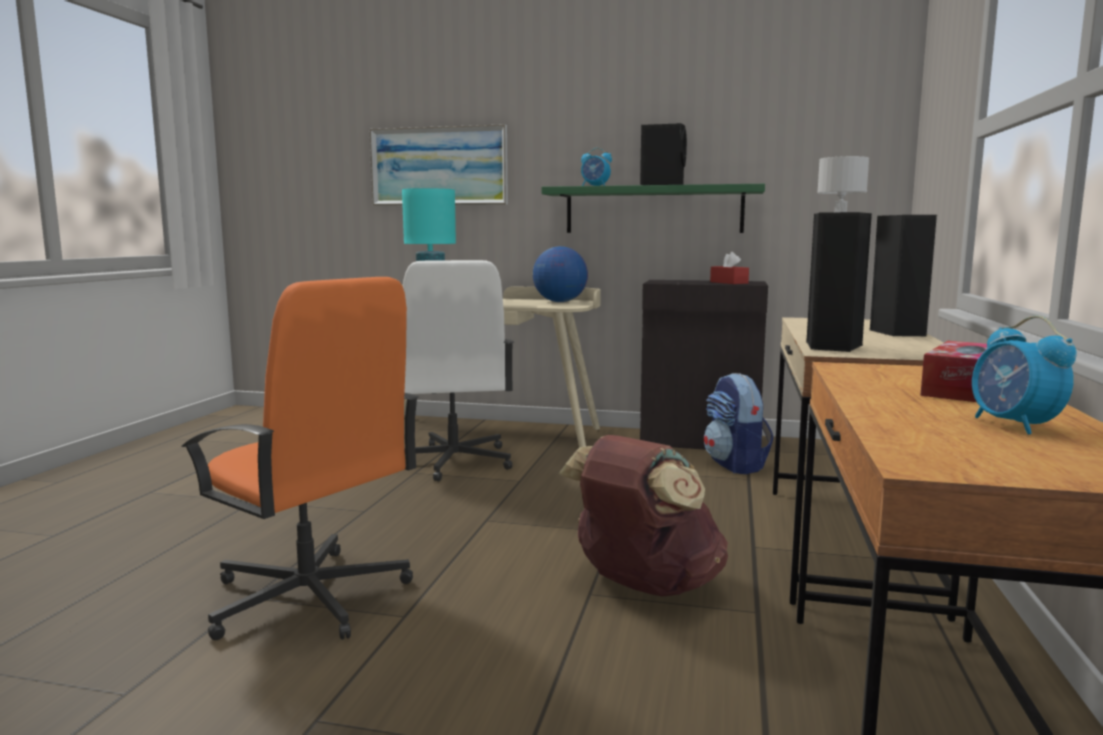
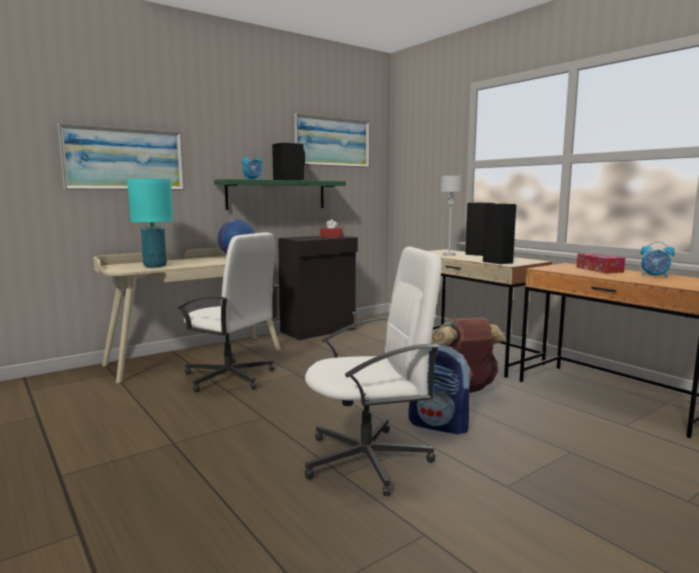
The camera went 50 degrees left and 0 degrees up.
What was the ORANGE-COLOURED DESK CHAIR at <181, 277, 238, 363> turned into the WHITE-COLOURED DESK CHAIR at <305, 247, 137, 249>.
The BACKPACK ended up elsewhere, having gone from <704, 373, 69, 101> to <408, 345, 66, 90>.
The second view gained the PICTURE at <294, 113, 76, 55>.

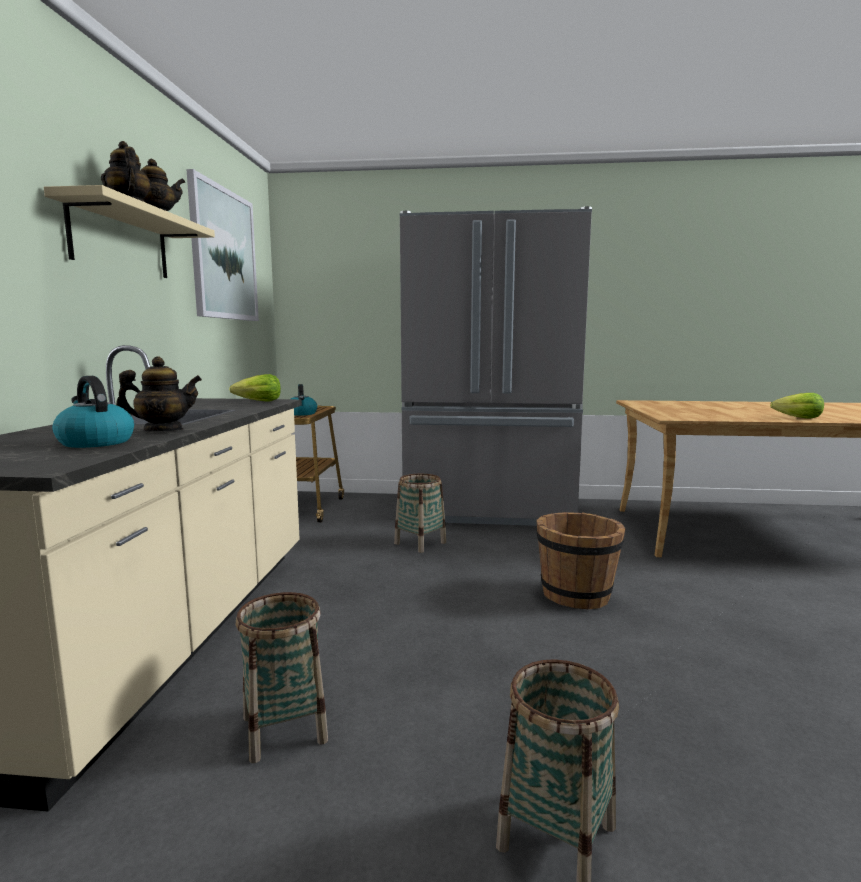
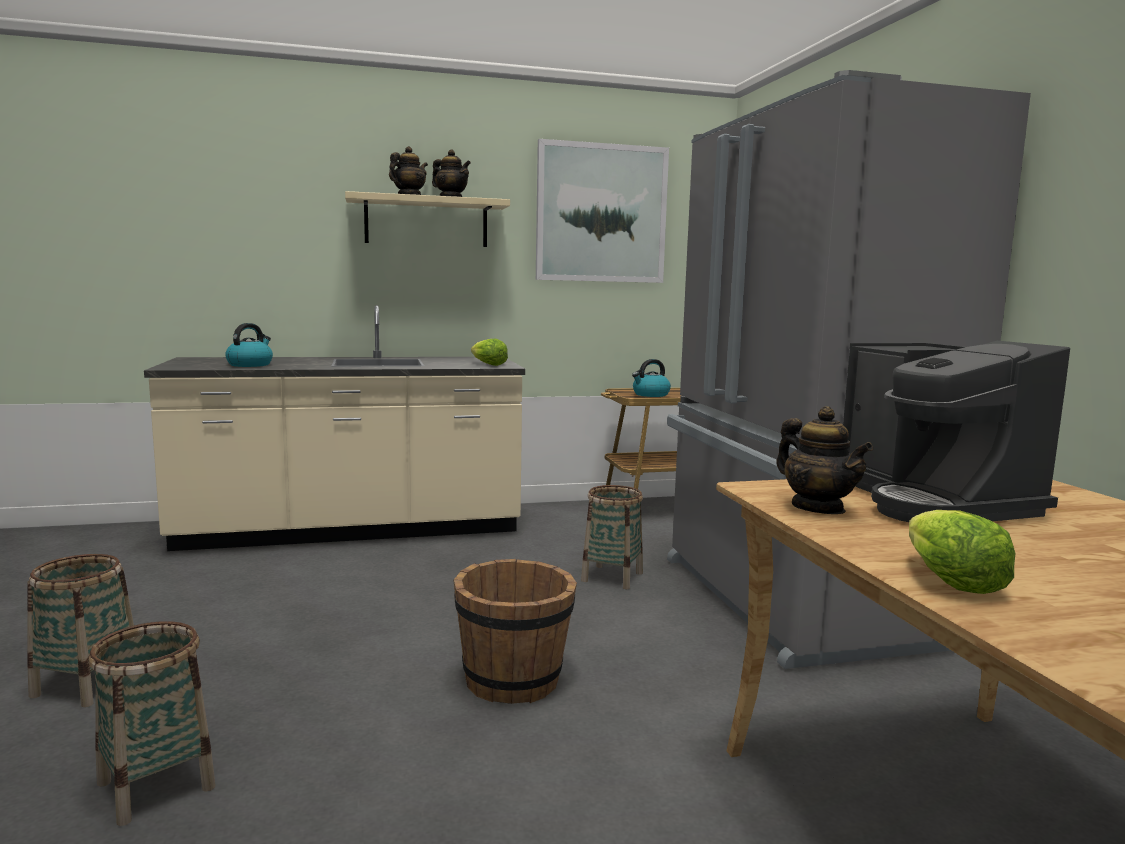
The camera went 70 degrees right and 0 degrees up.
The POT FOR TEA ended up elsewhere, having gone from <116, 357, 86, 74> to <776, 406, 97, 108>.
The STORAGE BASKET ended up elsewhere, having gone from <236, 592, 92, 171> to <88, 621, 127, 205>.
The second view gained the COFFEE BREWER at <843, 341, 227, 181>.

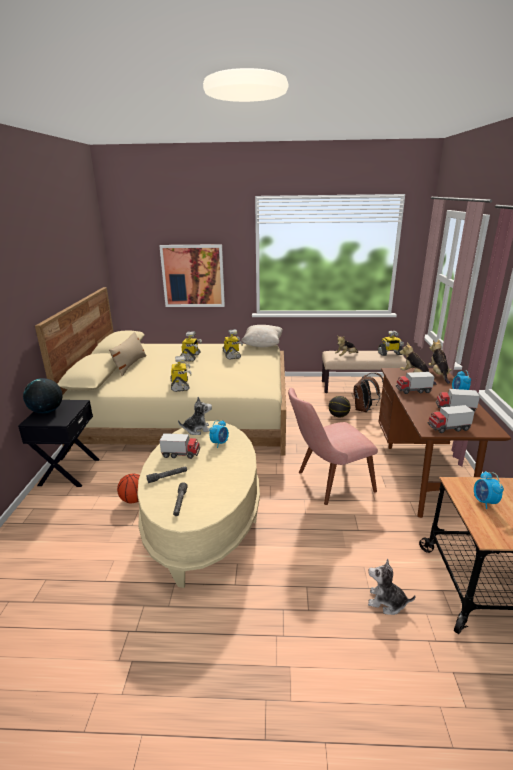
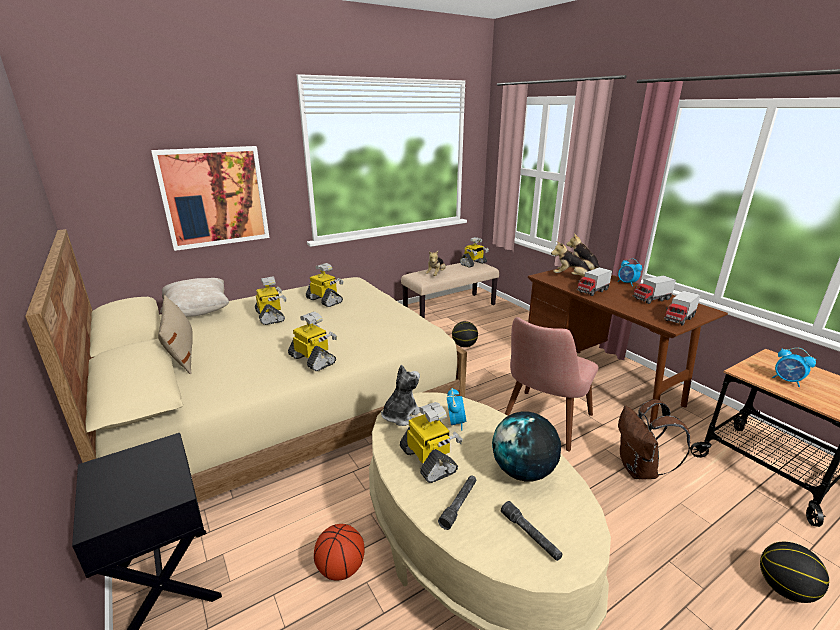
The camera went 35 degrees left and 0 degrees up.
The DESK GLOBE ended up elsewhere, having gone from <23, 378, 40, 36> to <492, 411, 69, 71>.
Where the MODEL TRUCK stood at <160, 433, 40, 26>, the TOY ROBOT came to stand at <400, 402, 63, 81>.
The SAND-COLOURED THROW PILLOW ended up elsewhere, having gone from <241, 325, 42, 23> to <160, 278, 69, 39>.
The BROWNISH BACKPACK ended up elsewhere, having gone from <354, 372, 29, 40> to <618, 399, 72, 80>.
The second view lost the PLUSH TOY at <368, 559, 48, 56>.
The second view gained the BALL FOR BASKETBALL at <760, 542, 69, 61>.

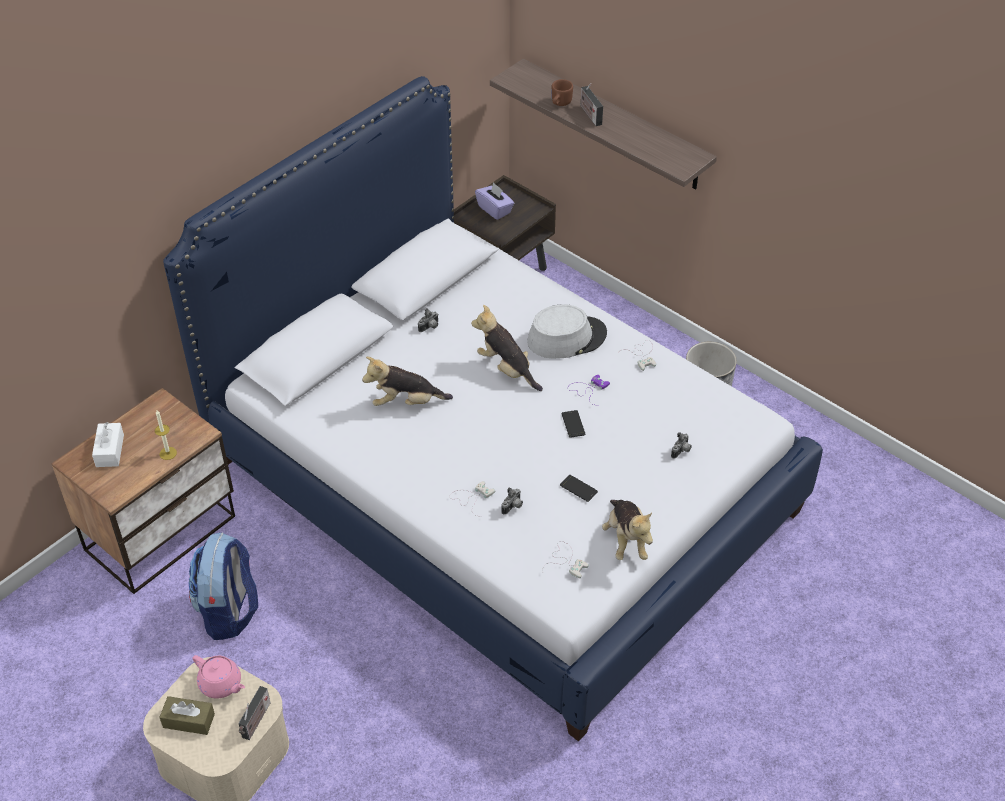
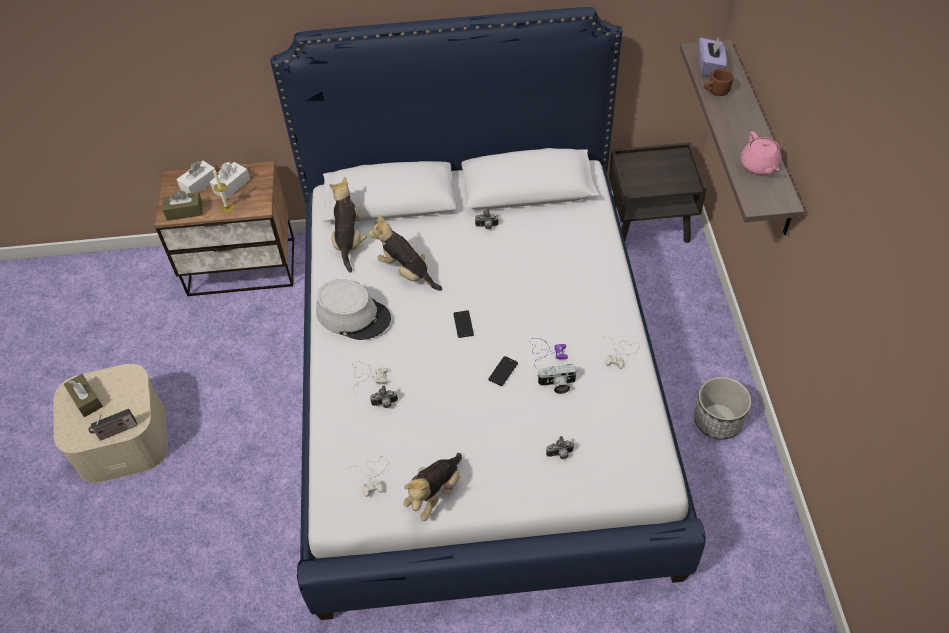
The camera went 45 degrees right and 5 degrees up.
The second view lost the BACKPACK at <189, 532, 69, 108>.
The PINKISH POT FOR TEA ended up elsewhere, having gone from <193, 655, 52, 44> to <741, 131, 41, 44>.
The PLUSH TOY ended up elsewhere, having gone from <471, 305, 72, 86> to <330, 177, 37, 96>.
The PURPLE BOX OF TISSUES ended up elsewhere, having gone from <475, 182, 39, 38> to <698, 37, 29, 39>.
The GRAY HAT ended up elsewhere, having gone from <527, 304, 80, 55> to <316, 279, 75, 61>.
The HANDSET ended up elsewhere, having gone from <560, 475, 38, 27> to <453, 310, 21, 28>.
The second view lost the RADIO SET at <581, 83, 22, 43>.
The second view gained the BROWNISH BOX OF TISSUES at <163, 191, 40, 30>.
The second view gained the WHITE-COLOURED BOX OF TISSUES at <210, 162, 40, 38>.
The second view gained the STILL CAMERA at <537, 364, 40, 30>.

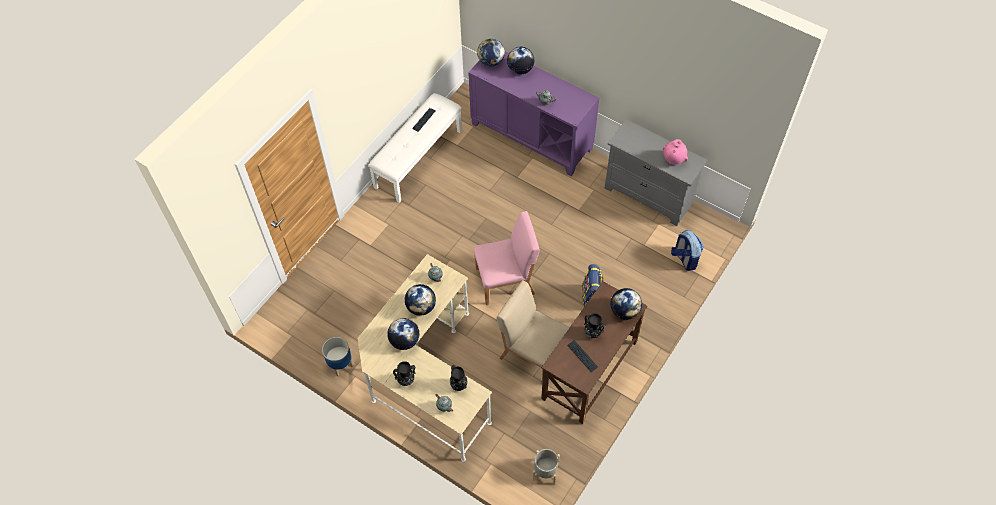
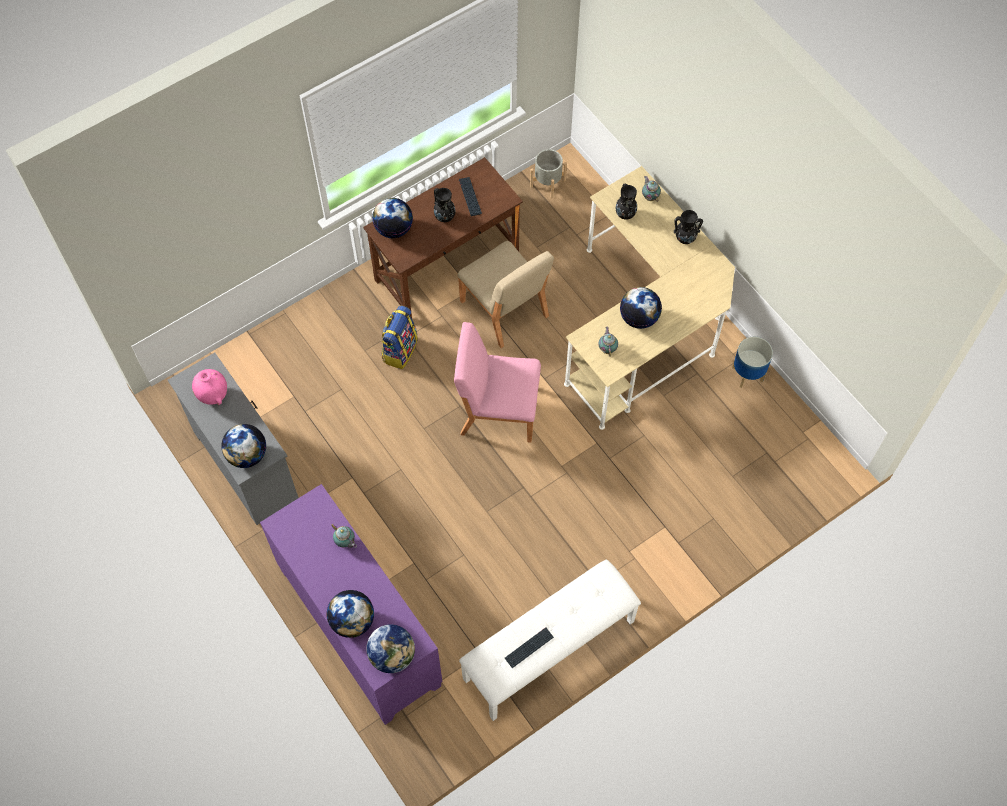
The camera went 160 degrees left and 5 degrees up.
The DESK GLOBE ended up elsewhere, having gone from <387, 318, 32, 32> to <221, 424, 45, 44>.
The second view lost the BACKPACK at <671, 230, 33, 41>.

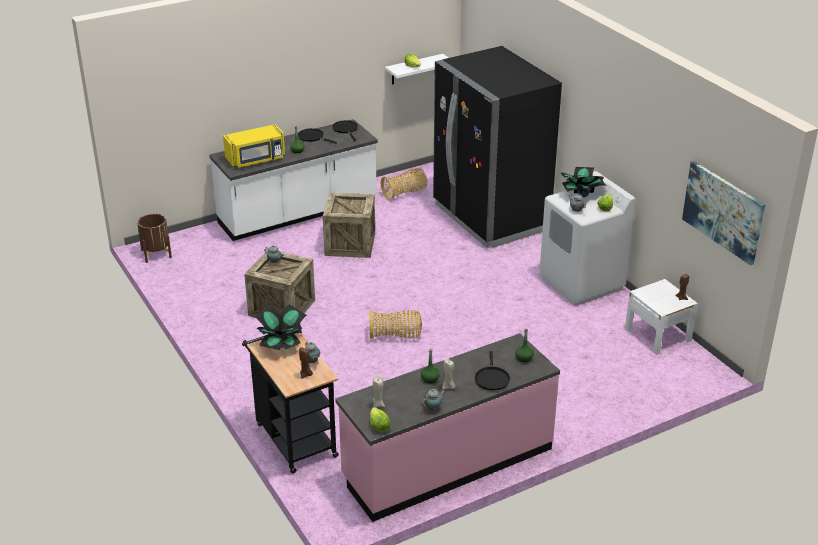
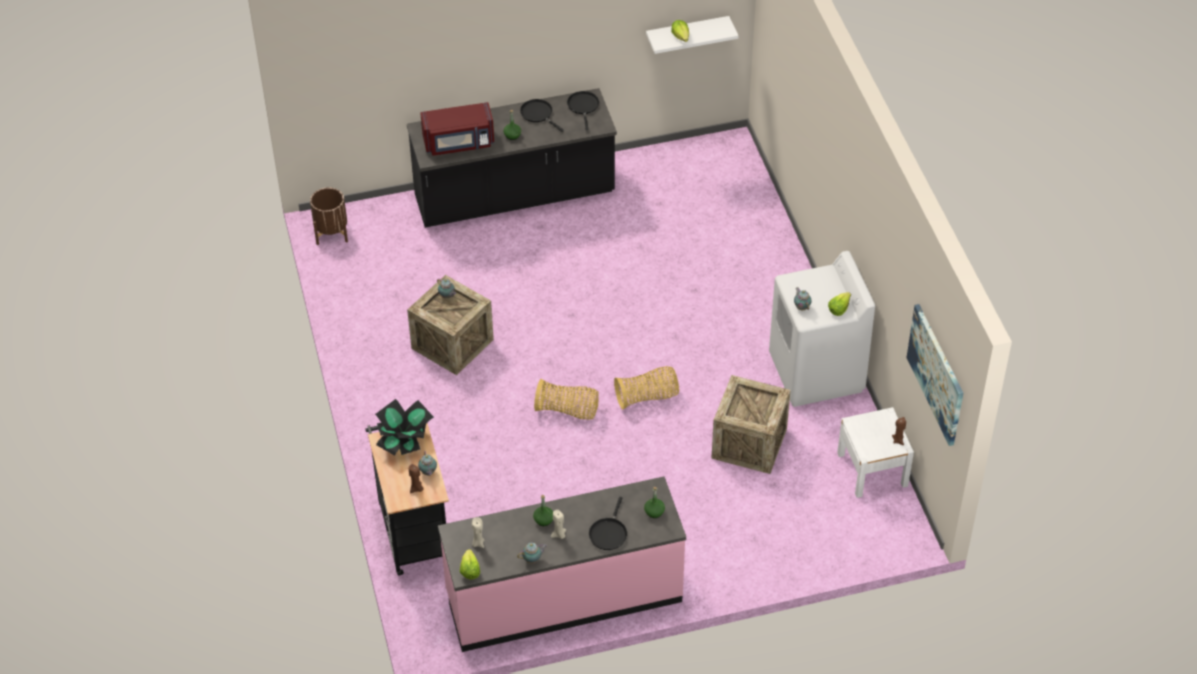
The camera went 15 degrees right and 15 degrees up.
What was the WHITE-COLOURED KITCHEN COUNTER at <209, 119, 169, 122> turned into the BLACK KITCHEN COUNTER at <407, 88, 210, 140>.
What was the YELLOW-COLOURED MICROWAVE OVEN at <223, 124, 62, 44> turned into the REDDISH MICROWAVE OVEN at <420, 102, 74, 54>.
The SHIPPING CRATE ended up elsewhere, having gone from <323, 193, 52, 65> to <711, 375, 80, 99>.
The STORAGE BASKET ended up elsewhere, having gone from <381, 168, 46, 32> to <614, 366, 65, 44>.
The second view lost the BLACK FRIDGE at <433, 46, 129, 202>.
The second view lost the PLANT IN A POT at <561, 167, 45, 30>.

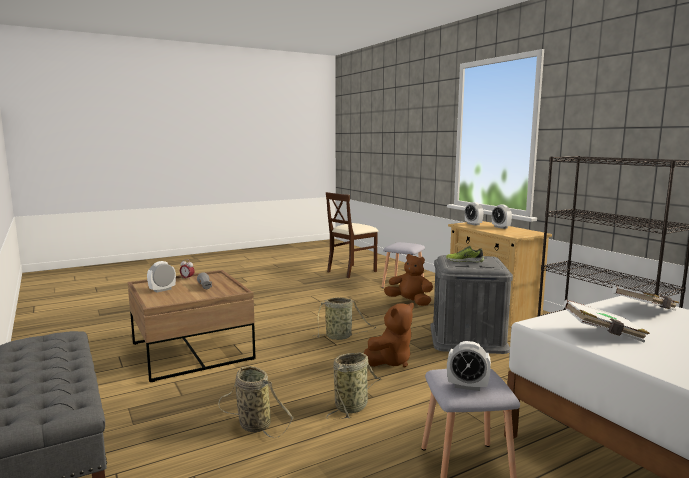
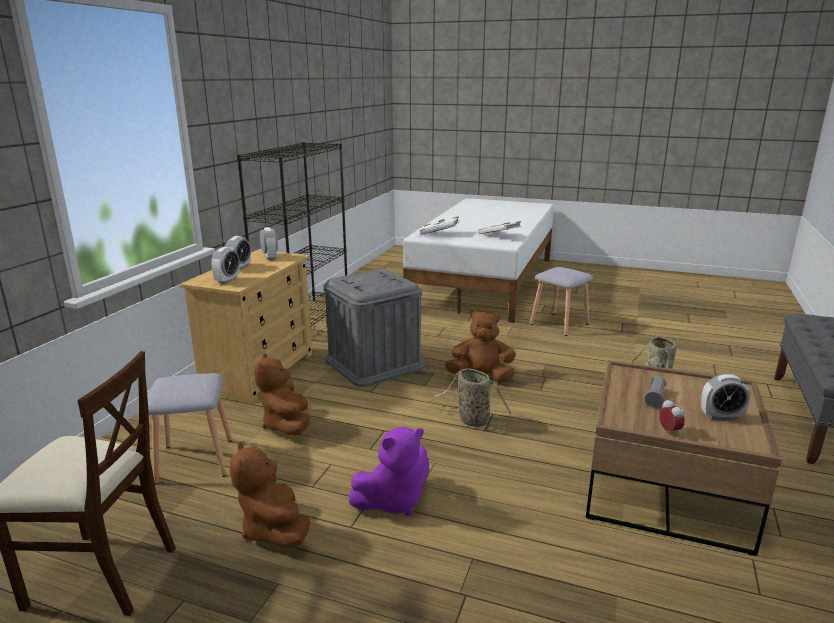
The camera went 130 degrees left and 10 degrees up.
The second view lost the STORAGE BASKET at <326, 352, 55, 68>.
The second view lost the LOW SHOE at <446, 246, 38, 16>.
The TABLE CLOCK ended up elsewhere, having gone from <447, 341, 44, 50> to <260, 227, 18, 33>.
The second view gained the BROWNISH PLUSH TOY at <230, 442, 81, 105>.
The second view gained the PURPLE PLUSH TOY at <348, 427, 81, 89>.

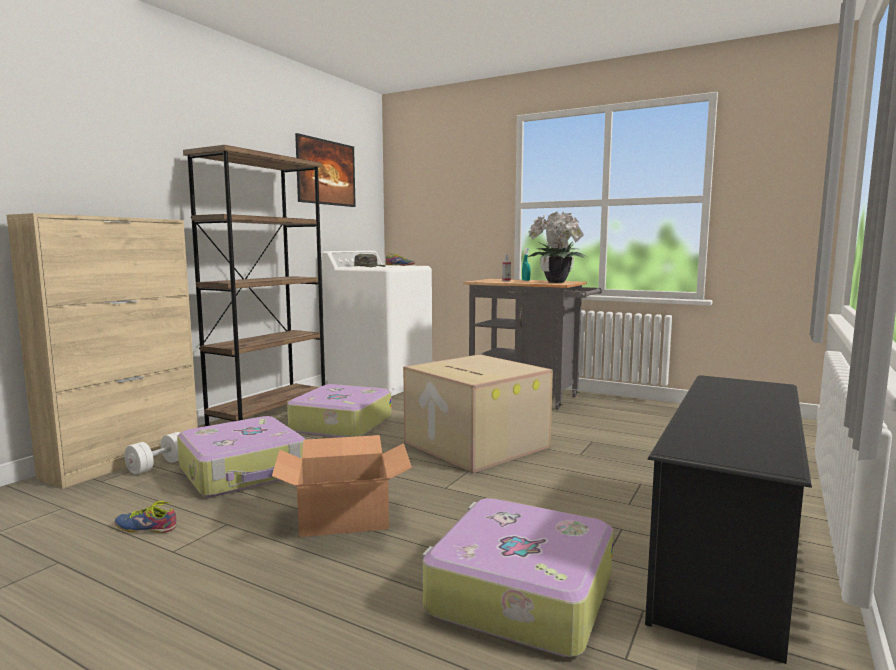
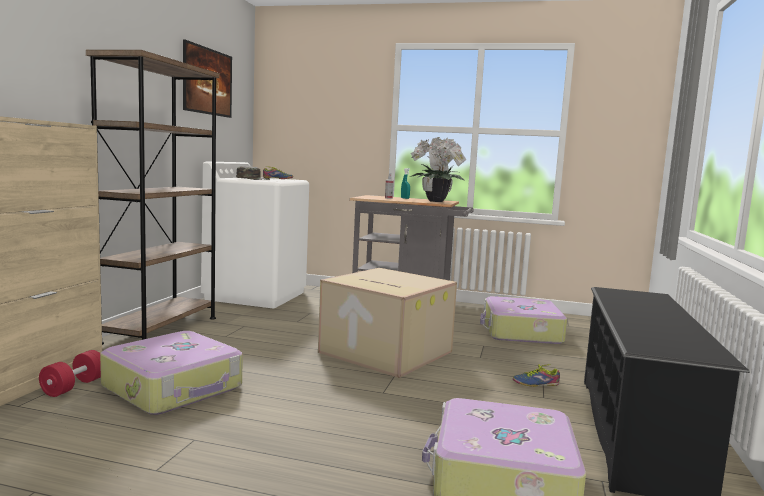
The camera went 15 degrees left and 0 degrees up.
The LOW SHOE ended up elsewhere, having gone from <114, 501, 62, 32> to <513, 364, 47, 23>.
What was the WHITE-COLOURED FREE WEIGHT at <124, 432, 56, 43> turned into the REDDISH FREE WEIGHT at <39, 350, 62, 47>.
The second view lost the CARDBOARD BOX at <272, 435, 140, 102>.
The SUITCASE ended up elsewhere, having gone from <287, 384, 105, 53> to <480, 296, 87, 48>.

